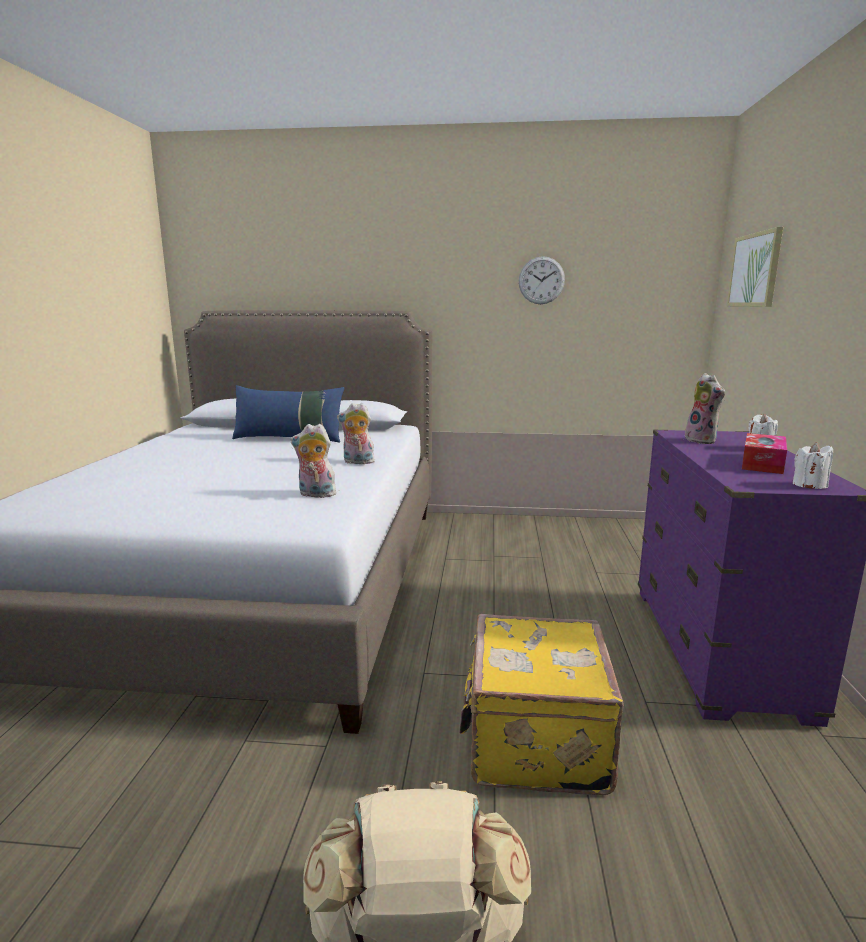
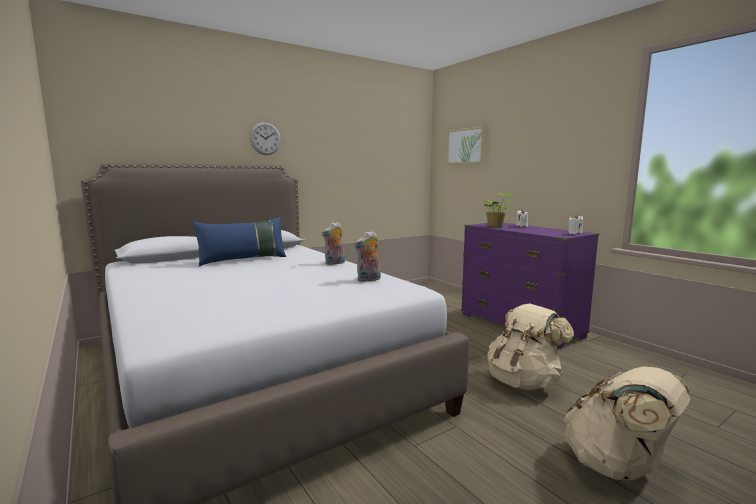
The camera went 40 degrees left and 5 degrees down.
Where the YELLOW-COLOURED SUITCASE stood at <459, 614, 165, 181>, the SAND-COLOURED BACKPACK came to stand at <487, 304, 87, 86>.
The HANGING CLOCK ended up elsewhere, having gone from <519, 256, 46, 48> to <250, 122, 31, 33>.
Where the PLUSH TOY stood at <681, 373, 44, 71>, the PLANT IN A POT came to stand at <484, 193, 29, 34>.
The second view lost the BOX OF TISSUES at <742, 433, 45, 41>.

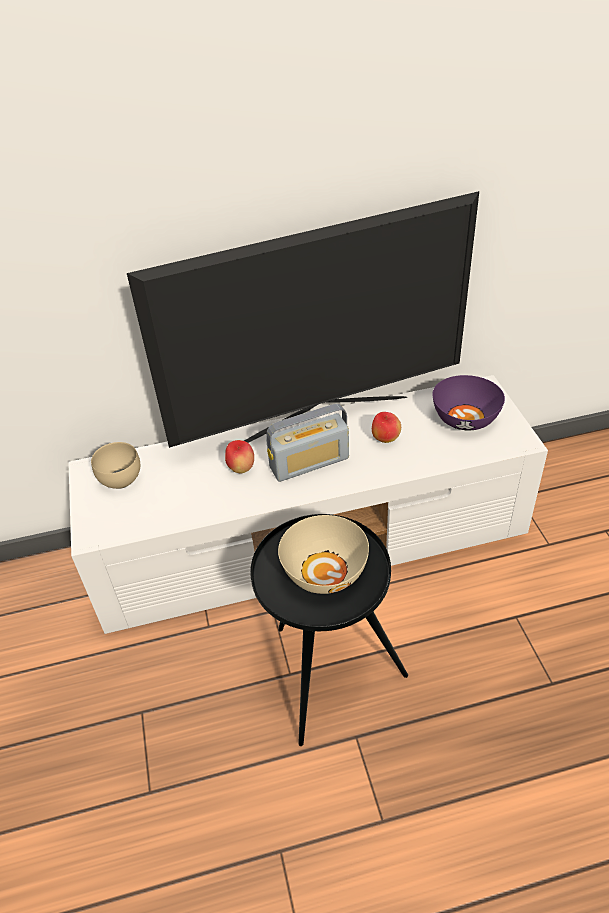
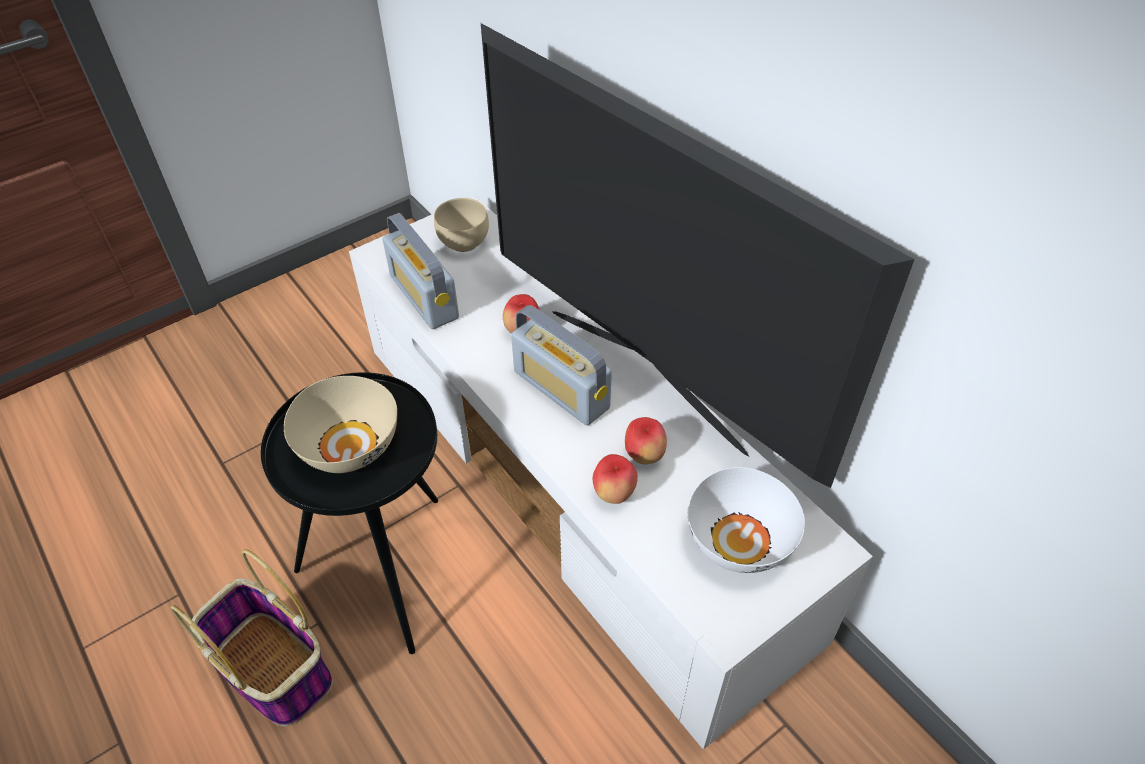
The camera went 65 degrees right and 5 degrees up.
What was the PURPLE SERVING BOWL at <432, 375, 73, 55> turned into the WHITE-COLOURED SERVING BOWL at <688, 467, 117, 106>.
The second view gained the STORAGE BASKET at <171, 549, 162, 177>.
The second view gained the RADIO SET at <383, 213, 76, 116>.
The second view gained the APPLE FRUIT at <593, 454, 45, 50>.

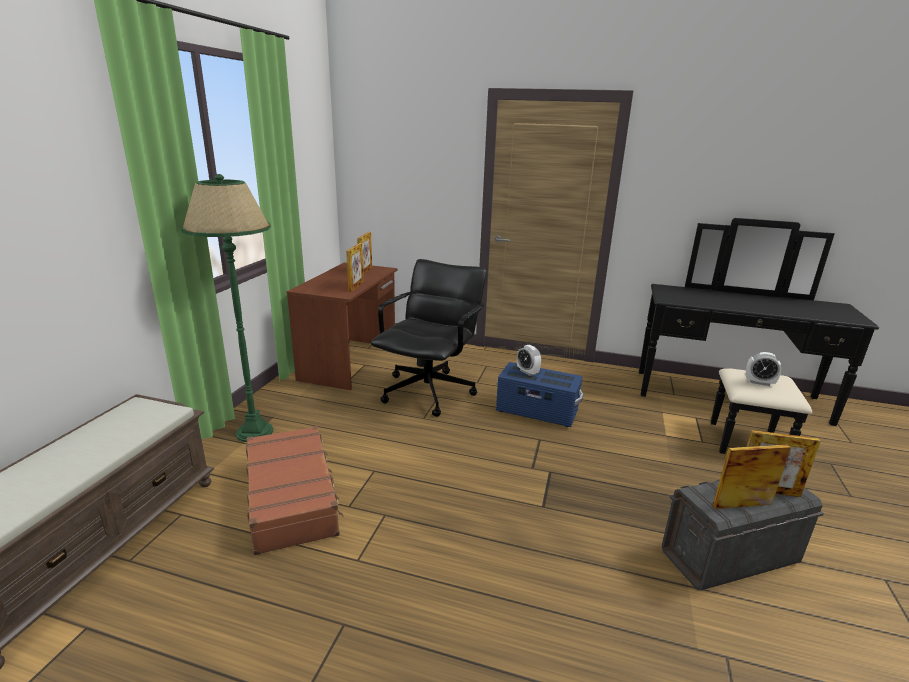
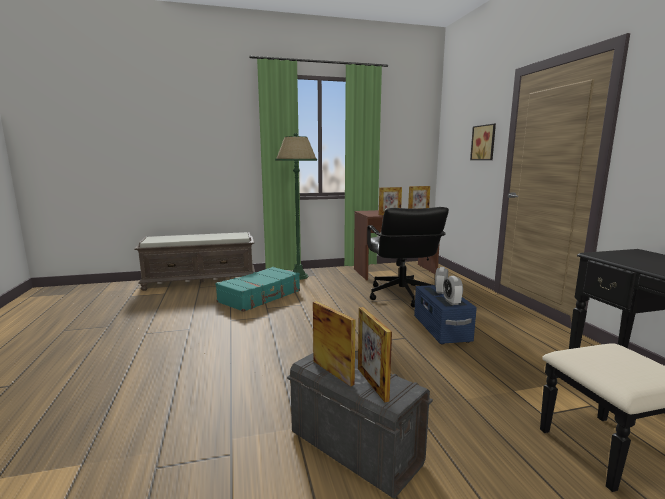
The camera went 60 degrees right and 10 degrees down.
What was the BROWNISH SUITCASE at <246, 426, 98, 129> turned into the TURQUOISE SUITCASE at <215, 267, 85, 45>.
The BLACK DESK CHAIR at <370, 259, 117, 158> ended up facing another way, 90 degrees clockwise from before.
The TABLE CLOCK ended up elsewhere, having gone from <746, 352, 36, 34> to <443, 276, 20, 29>.
The second view gained the PICTURE at <470, 124, 26, 36>.

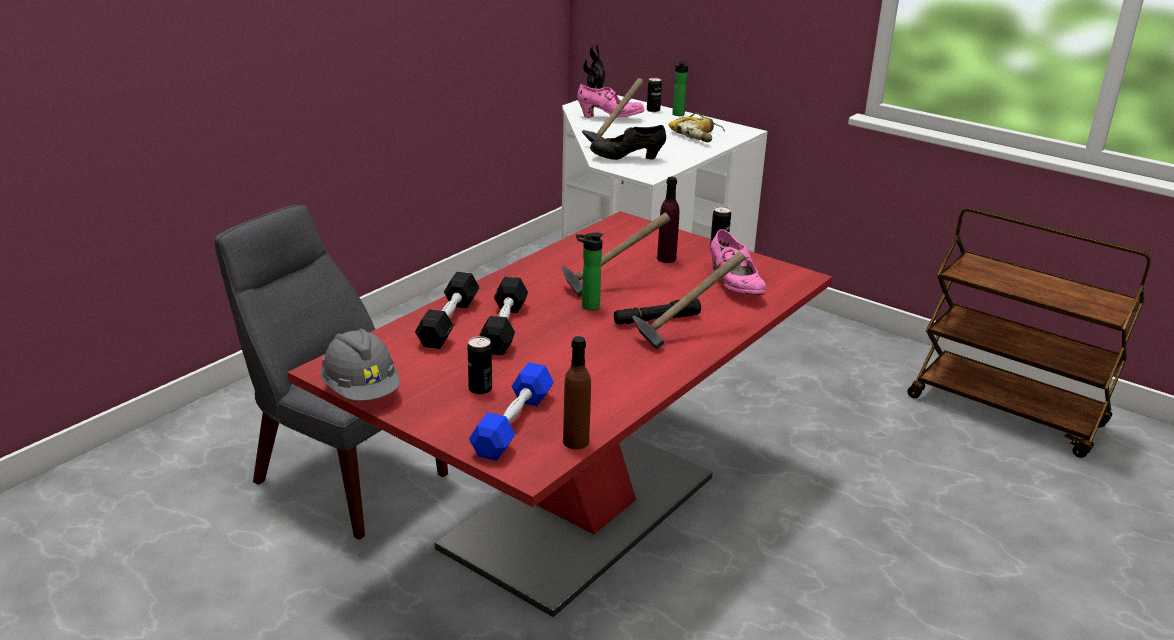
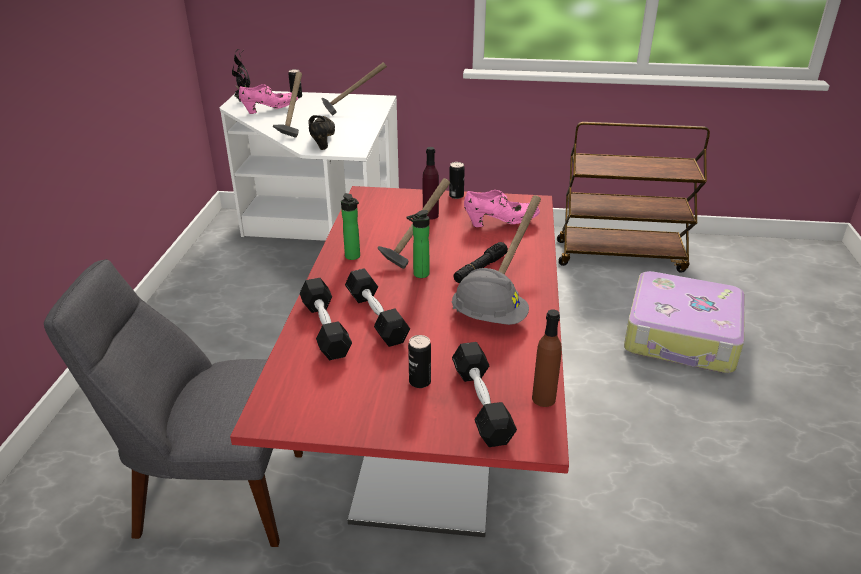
The camera went 30 degrees left and 5 degrees up.
The GRAY SAFETY HELMET ended up elsewhere, having gone from <321, 329, 79, 72> to <451, 268, 78, 57>.
What was the BLUISH FREE WEIGHT at <469, 362, 85, 99> turned into the BLACK FREE WEIGHT at <452, 342, 65, 105>.
The BLACK LOW SHOE at <590, 125, 76, 35> ended up facing another way, 120 degrees clockwise from before.
Where the ELECTRIC DRILL stood at <668, 113, 57, 29>, the HAND HAMMER came to stand at <321, 62, 66, 53>.
The BOTTLE ended up elsewhere, having gone from <672, 60, 16, 56> to <341, 193, 19, 67>.
The PINKISH LOW SHOE at <710, 229, 56, 66> ended up facing another way, 45 degrees counterclockwise from before.
The second view gained the SUITCASE at <624, 271, 121, 102>.

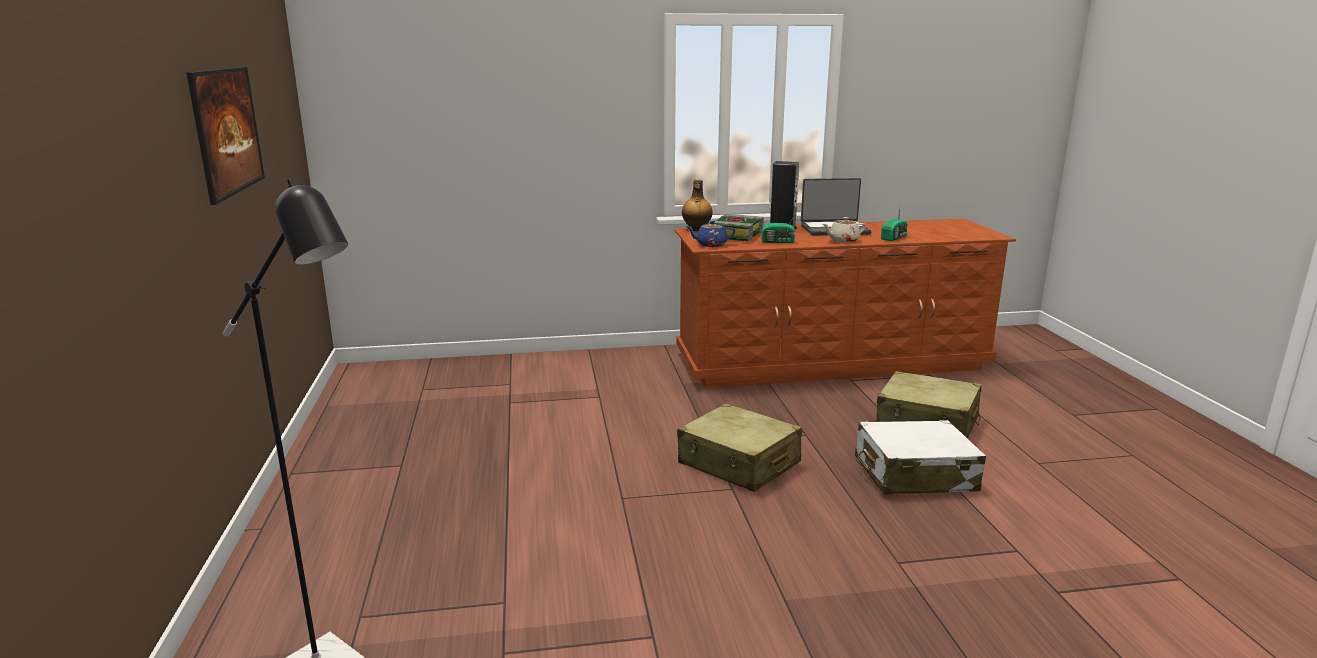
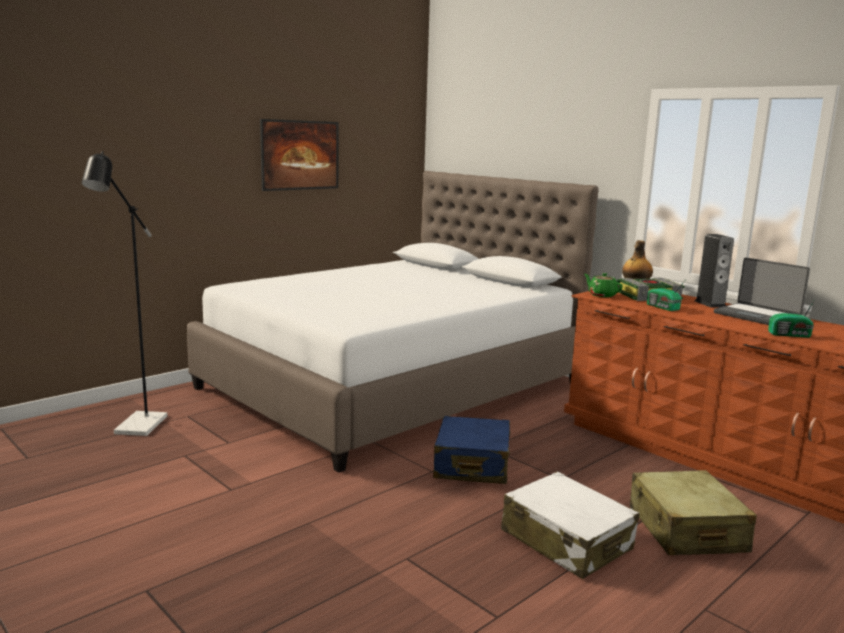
The camera went 55 degrees right and 5 degrees down.
What was the SAND-COLOURED SUITCASE at <677, 403, 125, 89> turned into the BLUISH SUITCASE at <433, 416, 77, 68>.
What was the BLUISH POT FOR TEA at <686, 221, 49, 26> turned into the GREENISH POT FOR TEA at <585, 273, 38, 24>.
The second view lost the SAND-COLOURED POT FOR TEA at <823, 217, 42, 26>.
The second view gained the WHITE-COLOURED BED at <187, 171, 411, 302>.

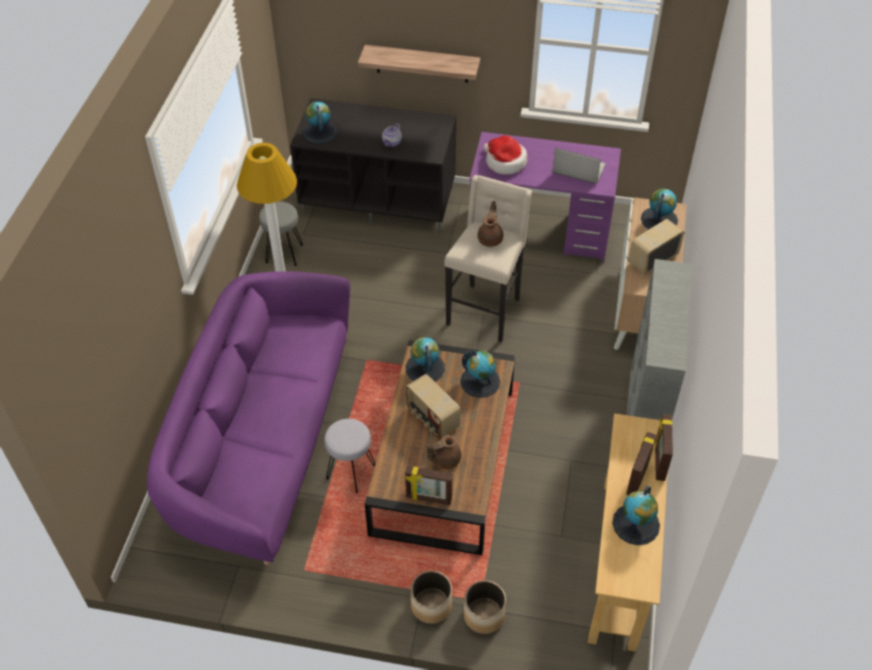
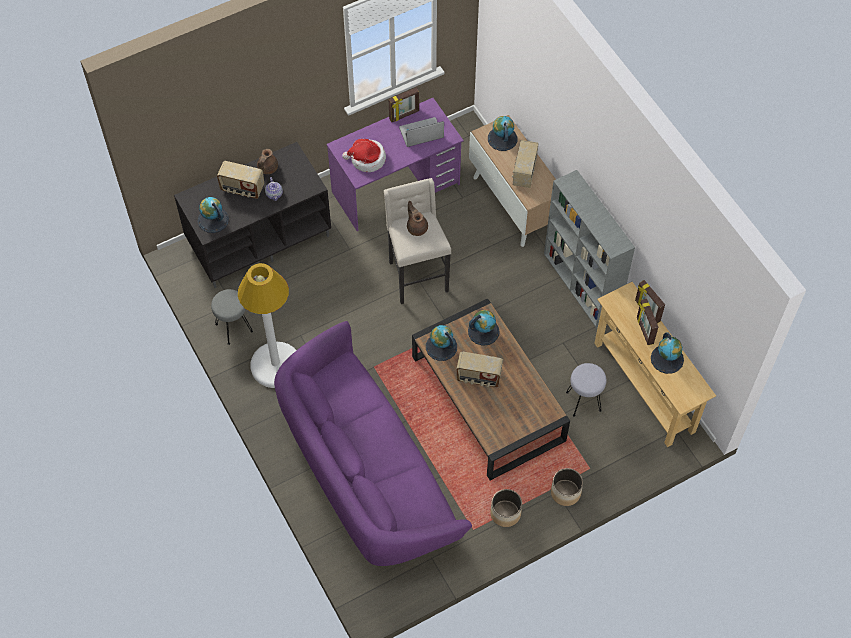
The camera went 40 degrees left and 10 degrees up.
The GRAY STOOL SEAT ended up elsewhere, having gone from <324, 419, 51, 74> to <566, 363, 40, 53>.
The second view lost the BRACKET SHELF at <358, 45, 122, 38>.
The PICTURE FRAME ended up elsewhere, having gone from <405, 466, 47, 39> to <389, 88, 30, 34>.
The BROWNISH POT FOR TEA ended up elsewhere, having gone from <427, 435, 34, 34> to <257, 149, 21, 25>.
The FLOWER POT ended up elsewhere, having gone from <464, 580, 42, 54> to <490, 489, 32, 38>.
The second view gained the RADIO SET at <217, 161, 47, 38>.

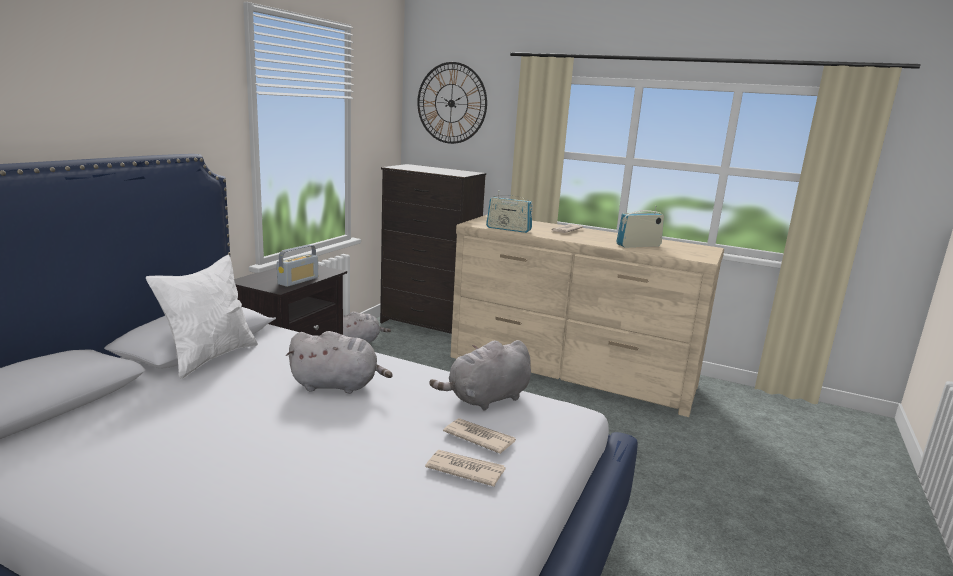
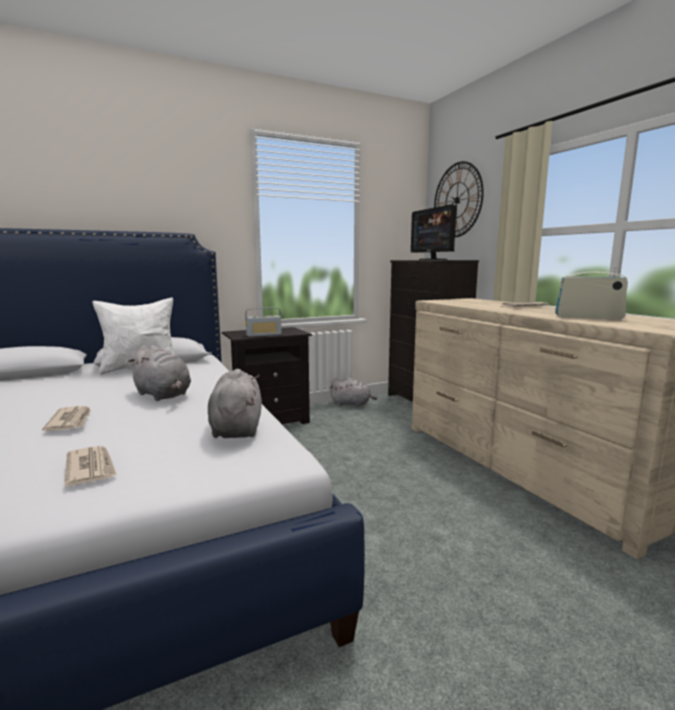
The camera went 40 degrees right and 5 degrees down.
The GRAY PLUSH TOY at <429, 340, 102, 71> ended up facing another way, 75 degrees clockwise from before.
The NEWSPAPER ended up elsewhere, having gone from <443, 418, 73, 36> to <42, 406, 49, 25>.
The second view lost the RADIO SET at <486, 190, 47, 43>.
The second view gained the COMPUTER DISPLAY at <411, 204, 46, 56>.

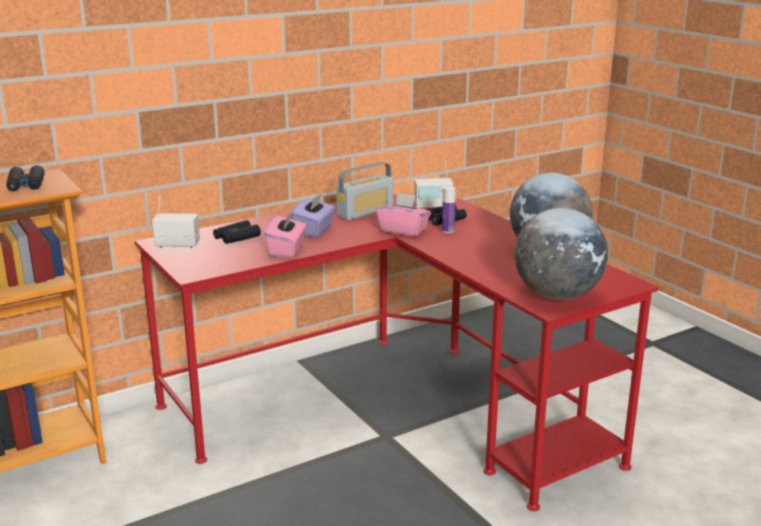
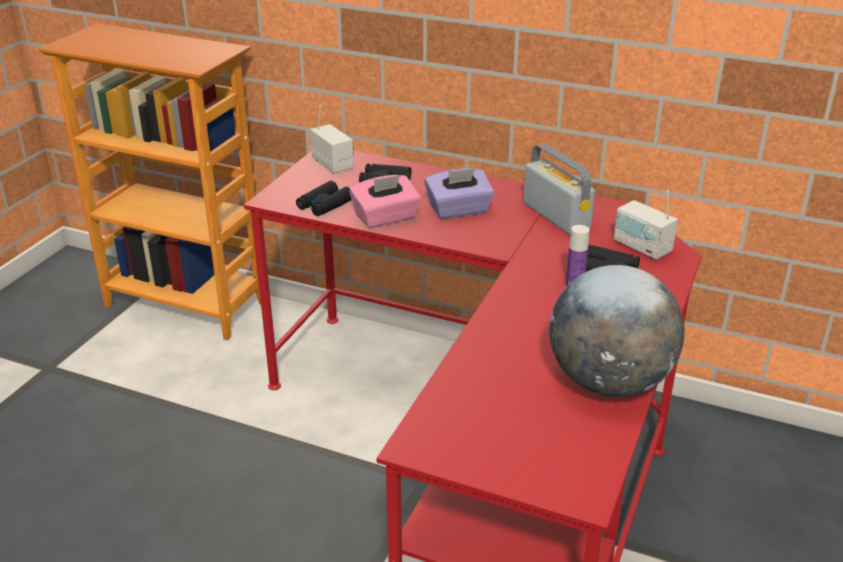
The camera went 55 degrees right and 10 degrees up.
The BLACK PAIR OF BINOCULARS ended up elsewhere, having gone from <7, 165, 38, 26> to <296, 181, 55, 35>.
The RADIO SET at <336, 162, 57, 58> ended up facing another way, 135 degrees counterclockwise from before.
The second view lost the PINKISH BOX OF TISSUES at <376, 192, 55, 45>.
The second view lost the DESK GLOBE at <514, 208, 94, 92>.

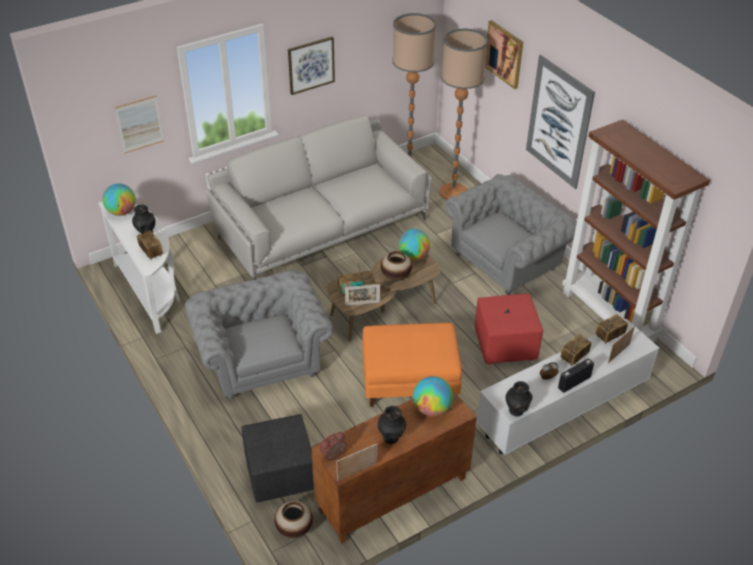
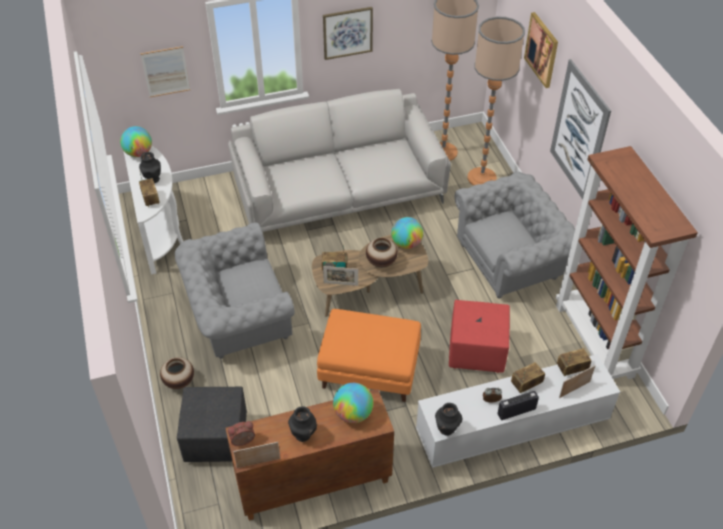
The camera went 15 degrees right and 5 degrees up.
The GRAY ARMCHAIR at <185, 270, 148, 129> ended up facing another way, 105 degrees counterclockwise from before.
The VASE ended up elsewhere, having gone from <274, 501, 39, 37> to <160, 357, 34, 32>.

